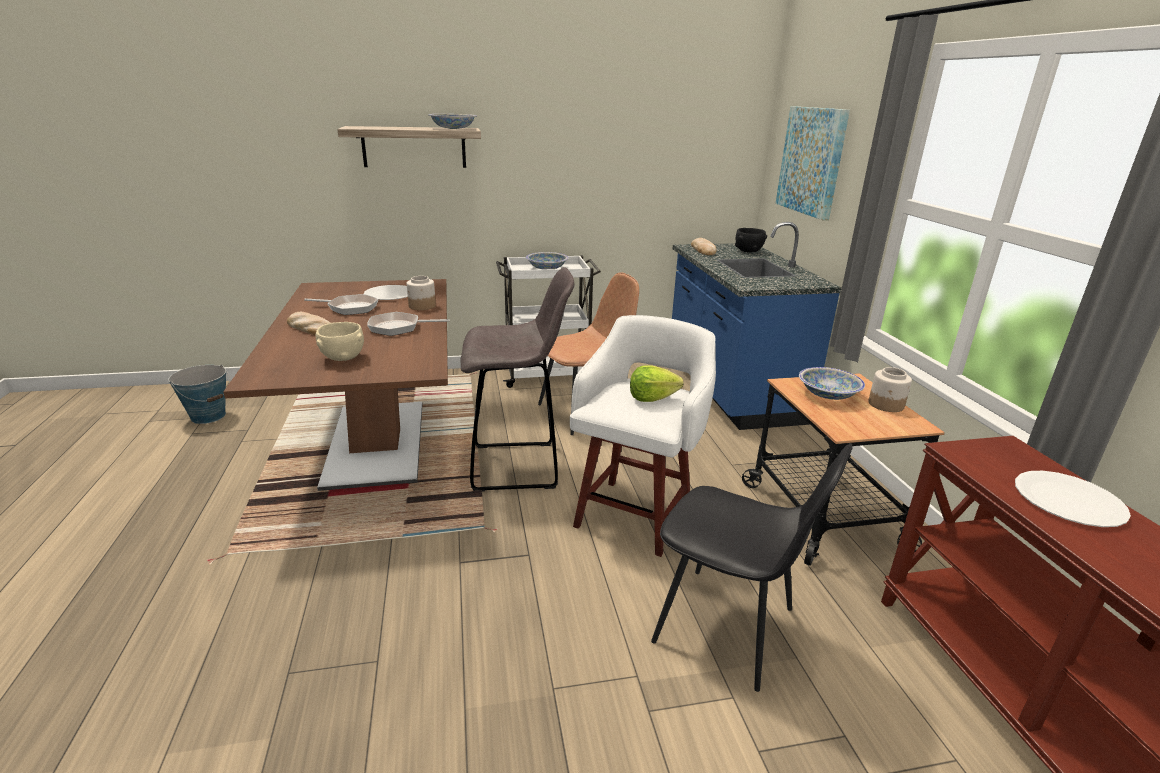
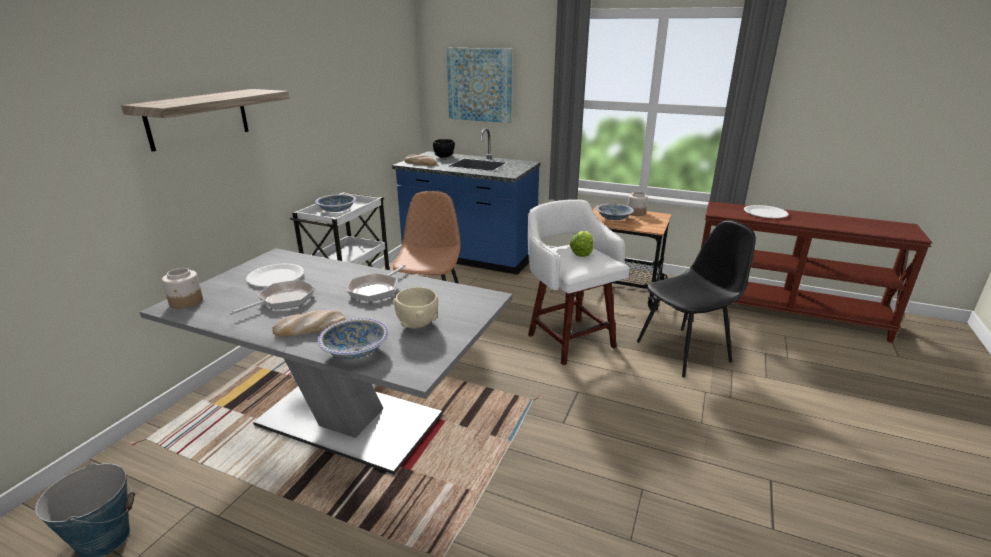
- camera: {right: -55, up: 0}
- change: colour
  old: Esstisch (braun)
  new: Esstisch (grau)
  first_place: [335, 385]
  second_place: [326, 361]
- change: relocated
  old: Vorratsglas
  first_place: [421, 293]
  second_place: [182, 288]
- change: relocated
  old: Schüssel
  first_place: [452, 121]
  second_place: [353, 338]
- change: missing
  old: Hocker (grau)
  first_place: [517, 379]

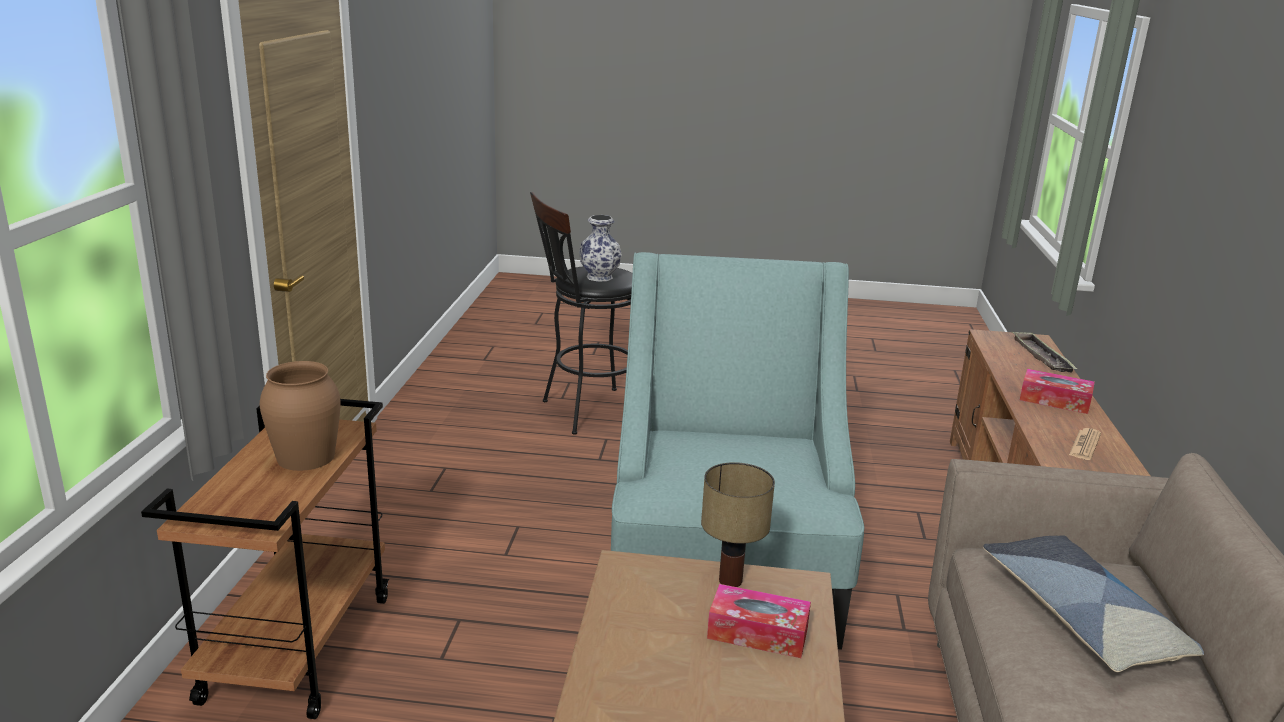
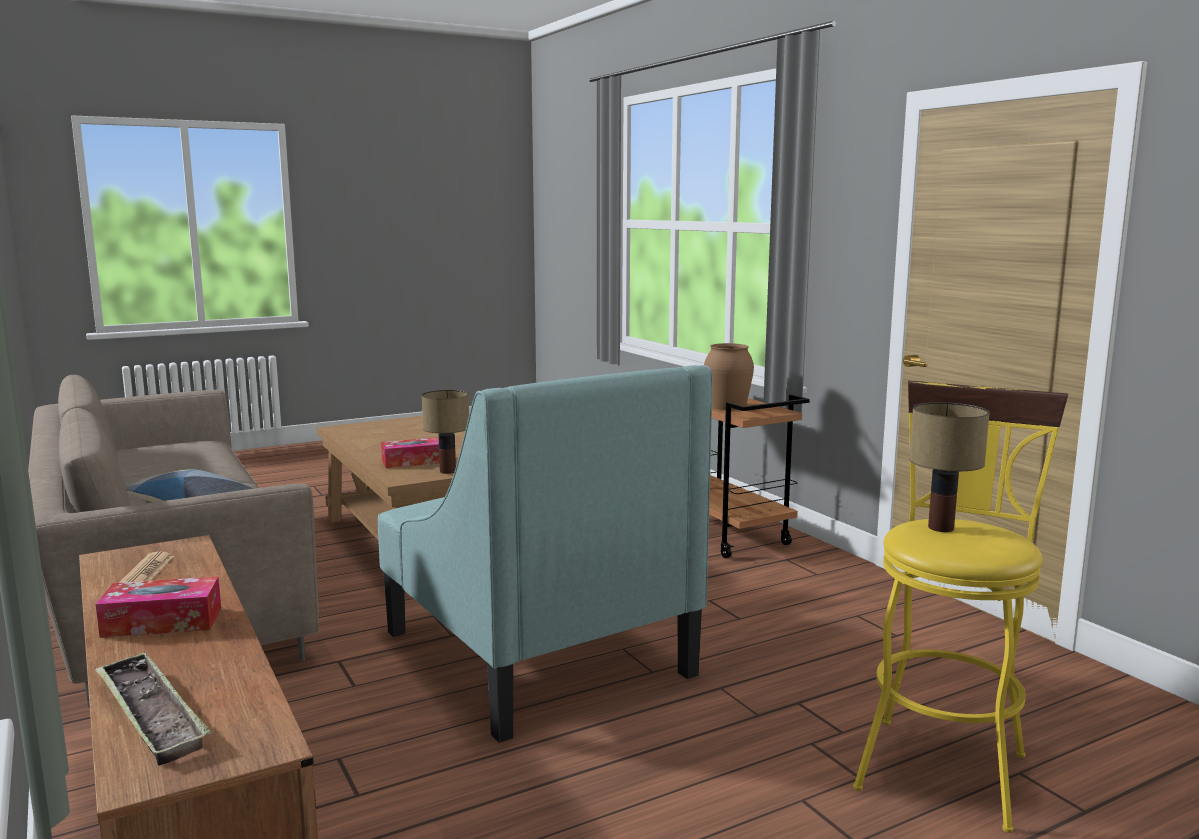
- camera: {right: 145, up: -10}
- change: colour
  old: Hocker (schwarz)
  new: Hocker (gelb)
  first_place: [581, 313]
  second_place: [960, 607]
- change: exchanged
  old: Vase
  new: Tischlampe
  first_place: [600, 248]
  second_place: [949, 467]

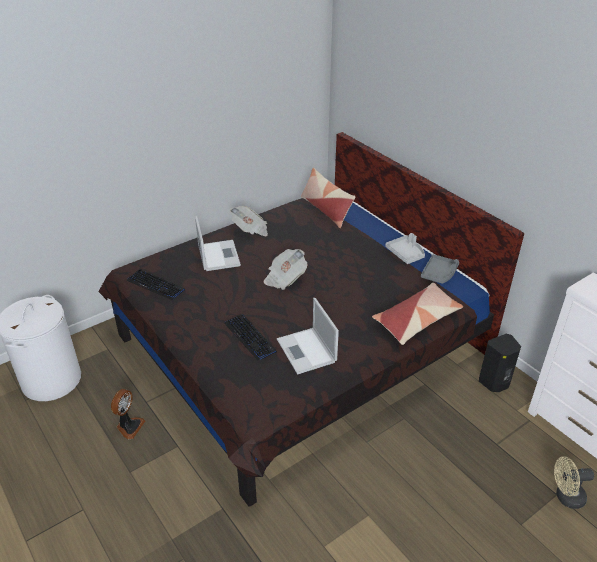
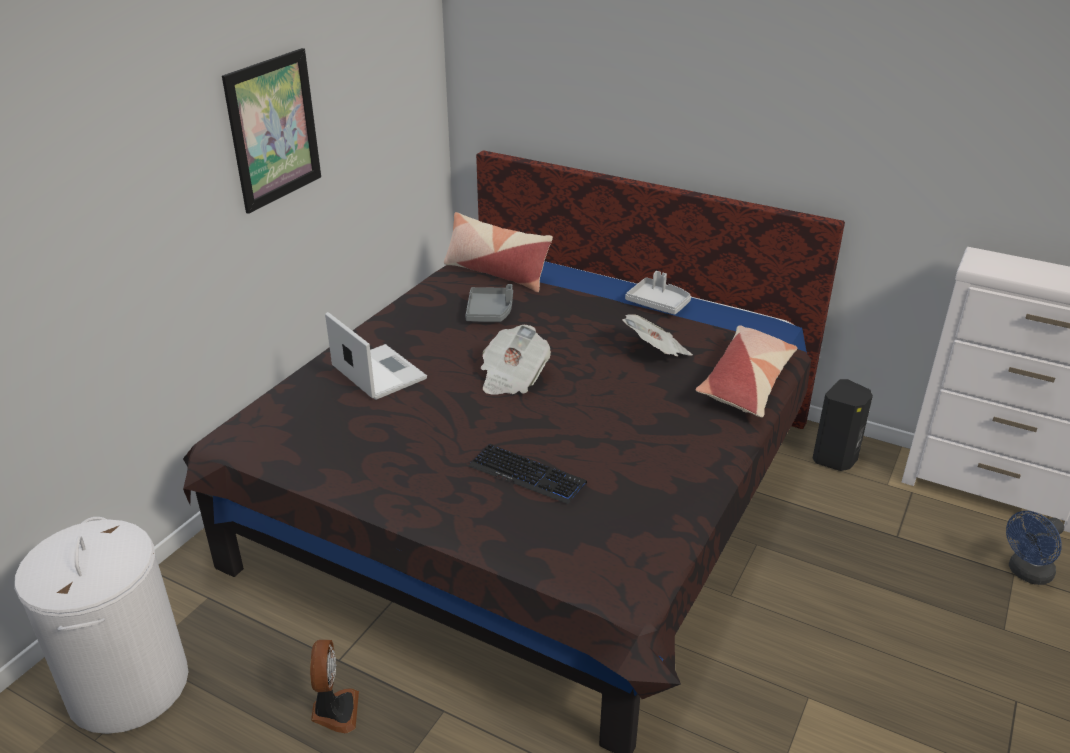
- camera: {right: -25, up: -5}
- change: appeared
  new: Bild
  second_place: [271, 131]
- change: relocated
  old: Tablett (grau)
  first_place: [440, 269]
  second_place: [489, 303]
- change: relocated
  old: Zeitung
  first_place: [249, 221]
  second_place: [657, 335]
- change: colour
  old: Ventilator (beige)
  new: Ventilator (blau)
  first_place: [574, 482]
  second_place: [1035, 548]
- change: missing
  old: Tastatur
  first_place: [155, 284]
- change: missing
  old: Laptop
  first_place: [308, 336]

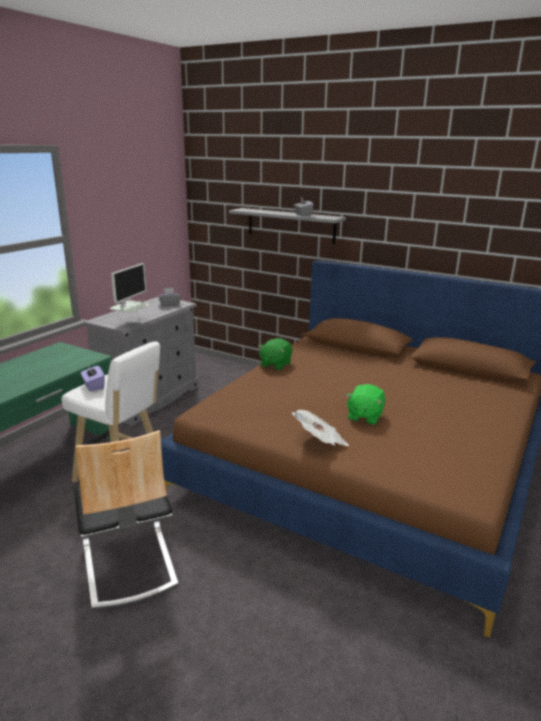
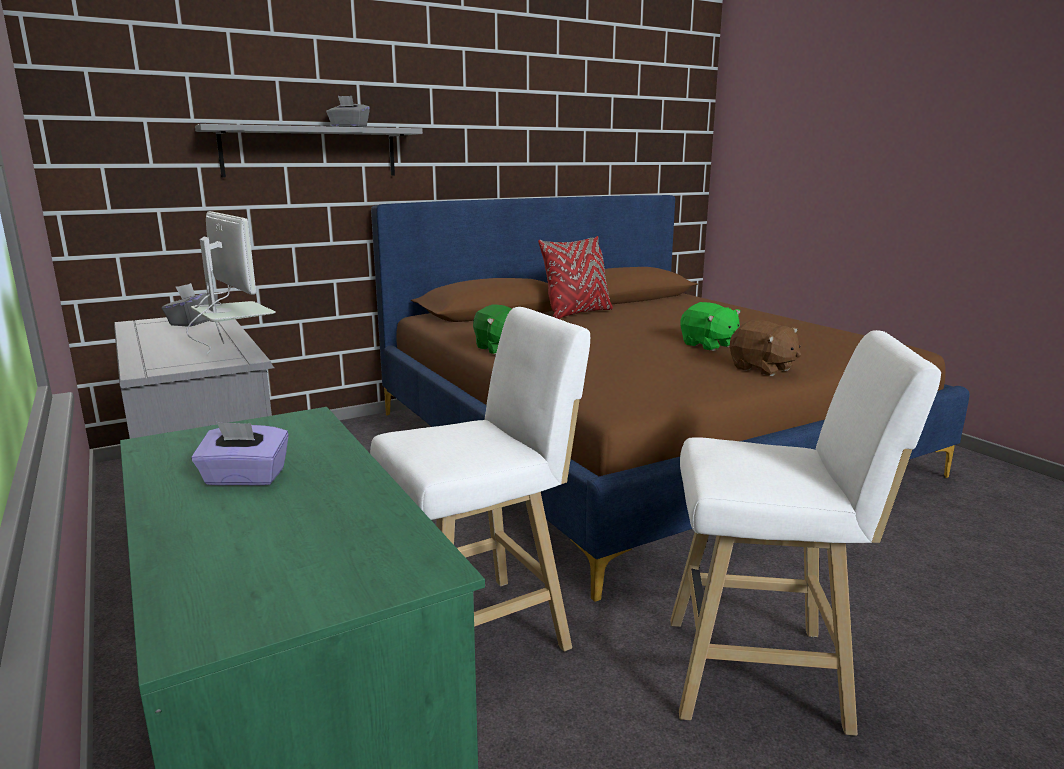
- camera: {right: -60, up: -5}
- change: relocated
  old: Taschentuchbox (lila)
  first_place: [93, 377]
  second_place: [240, 453]
- change: appeared
  new: Kissen (rot)
  second_place: [575, 277]
- change: exchanged
  old: Stuhl
  new: Hocker (weiß)
  first_place: [126, 520]
  second_place: [805, 533]
- change: exchanged
  old: Zeitung
  new: Plüschtier (braun)
  first_place: [320, 428]
  second_place: [765, 348]

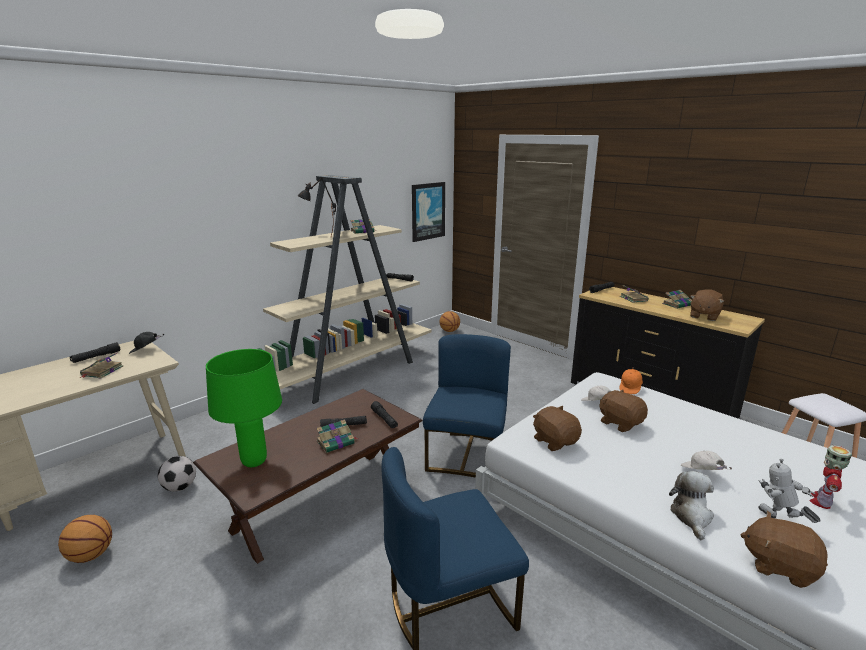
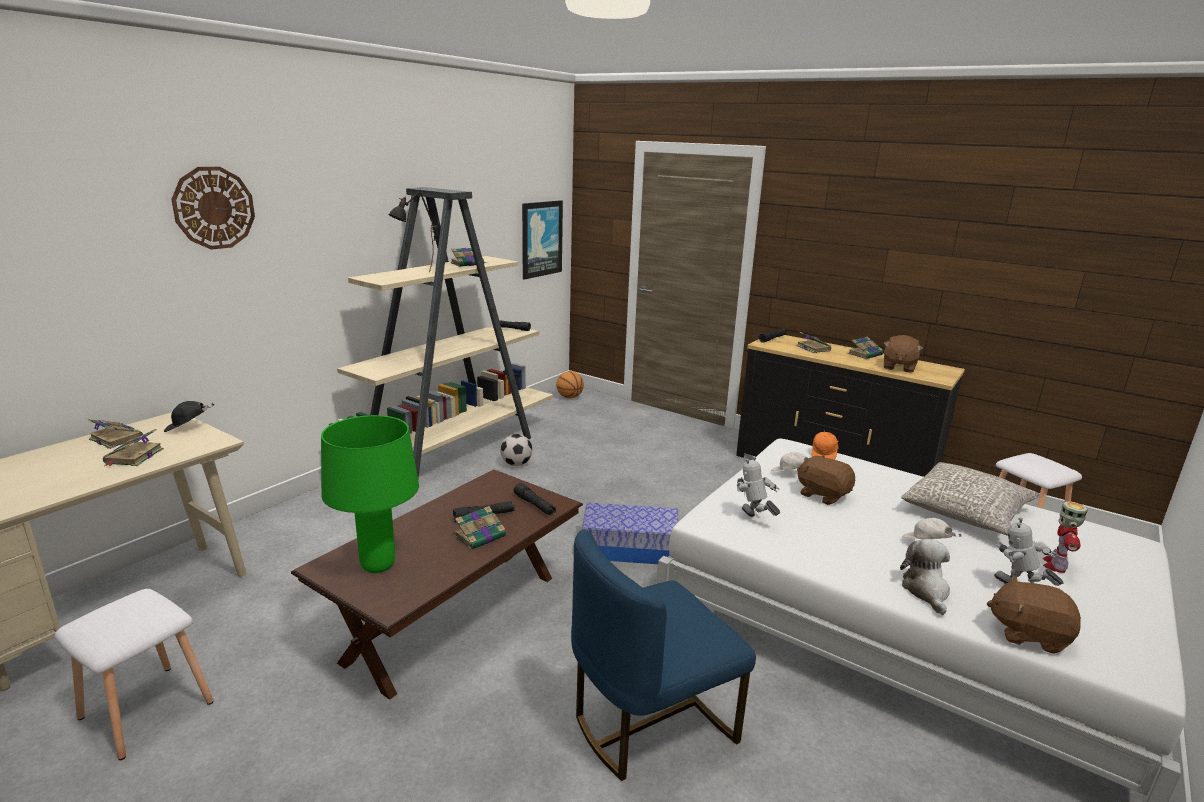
- camera: {right: -10, up: 0}
- change: exchanged
  old: Basketball
  new: Hocker (weiß)
  first_place: [85, 539]
  second_place: [134, 674]
- change: exchanged
  old: Taschenlampe (schwarz)
  new: Buch
  first_place: [95, 352]
  second_place: [115, 434]
- change: appeared
  new: Wanduhr
  second_place: [213, 208]
- change: relocated
  old: Fußball
  first_place: [177, 473]
  second_place: [516, 450]
- change: exchanged
  old: Stuhl (blau)
  new: Aufbewahrungsbox
  first_place: [467, 406]
  second_place: [630, 533]
- change: exchanged
  old: Plüschtier (braun)
  new: Spielzeugroboter
  first_place: [557, 428]
  second_place: [758, 486]
- change: appeared
  new: Kissen (grau)
  second_place: [970, 499]

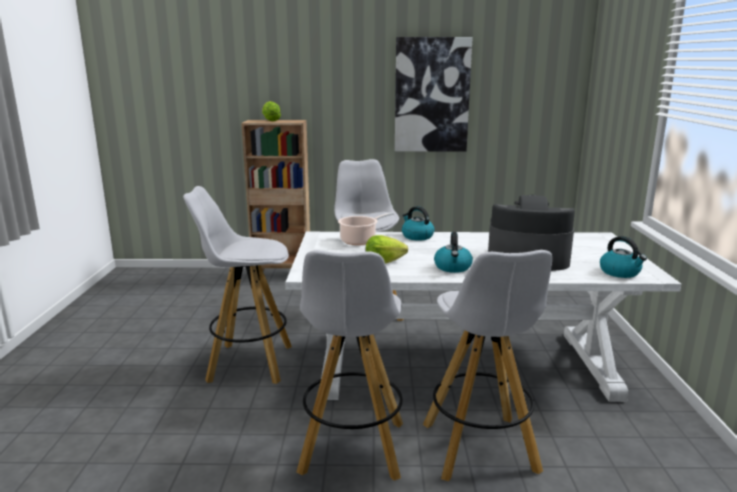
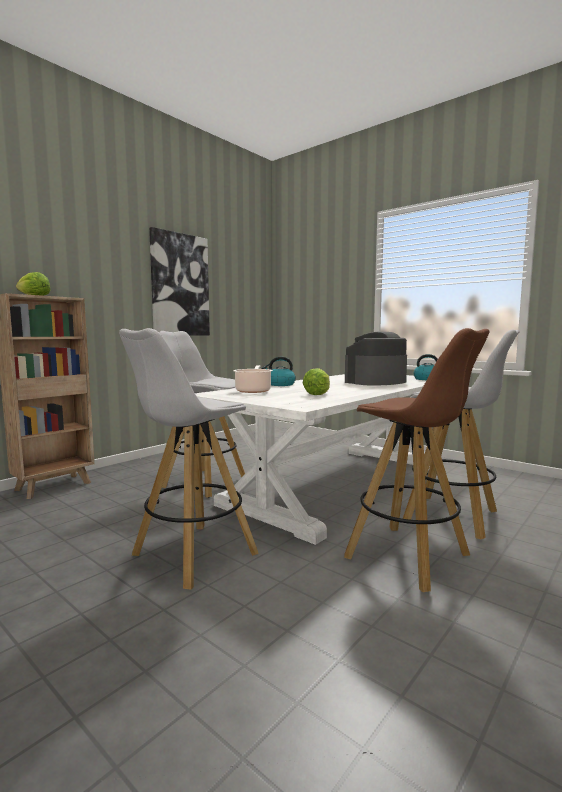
- camera: {right: -50, up: -10}
- change: colour
  old: Hocker (weiß)
  new: Hocker (braun)
  first_place: [349, 365]
  second_place: [417, 460]
- change: missing
  old: Wasserkessel
  first_place: [453, 252]

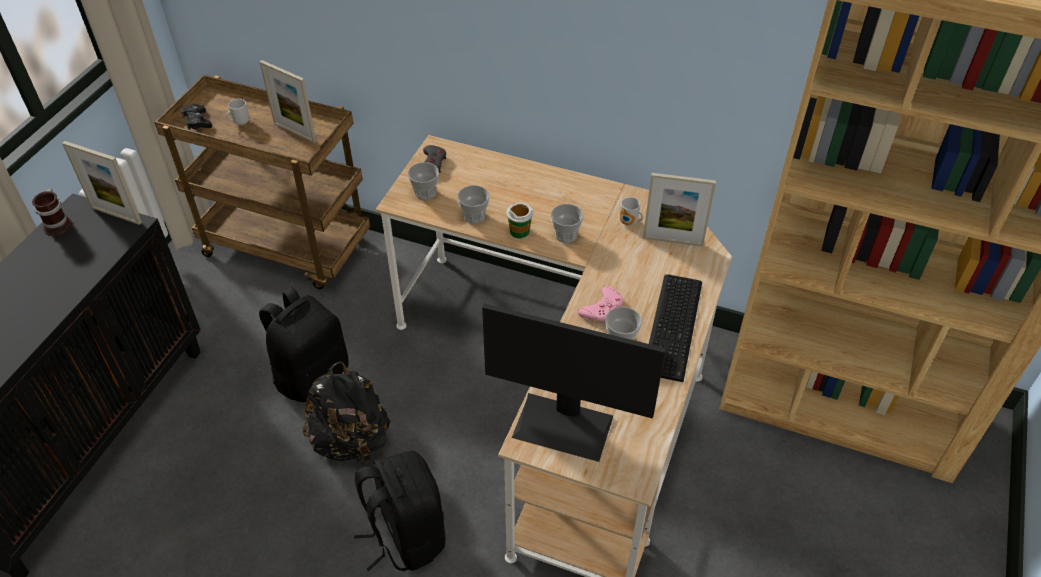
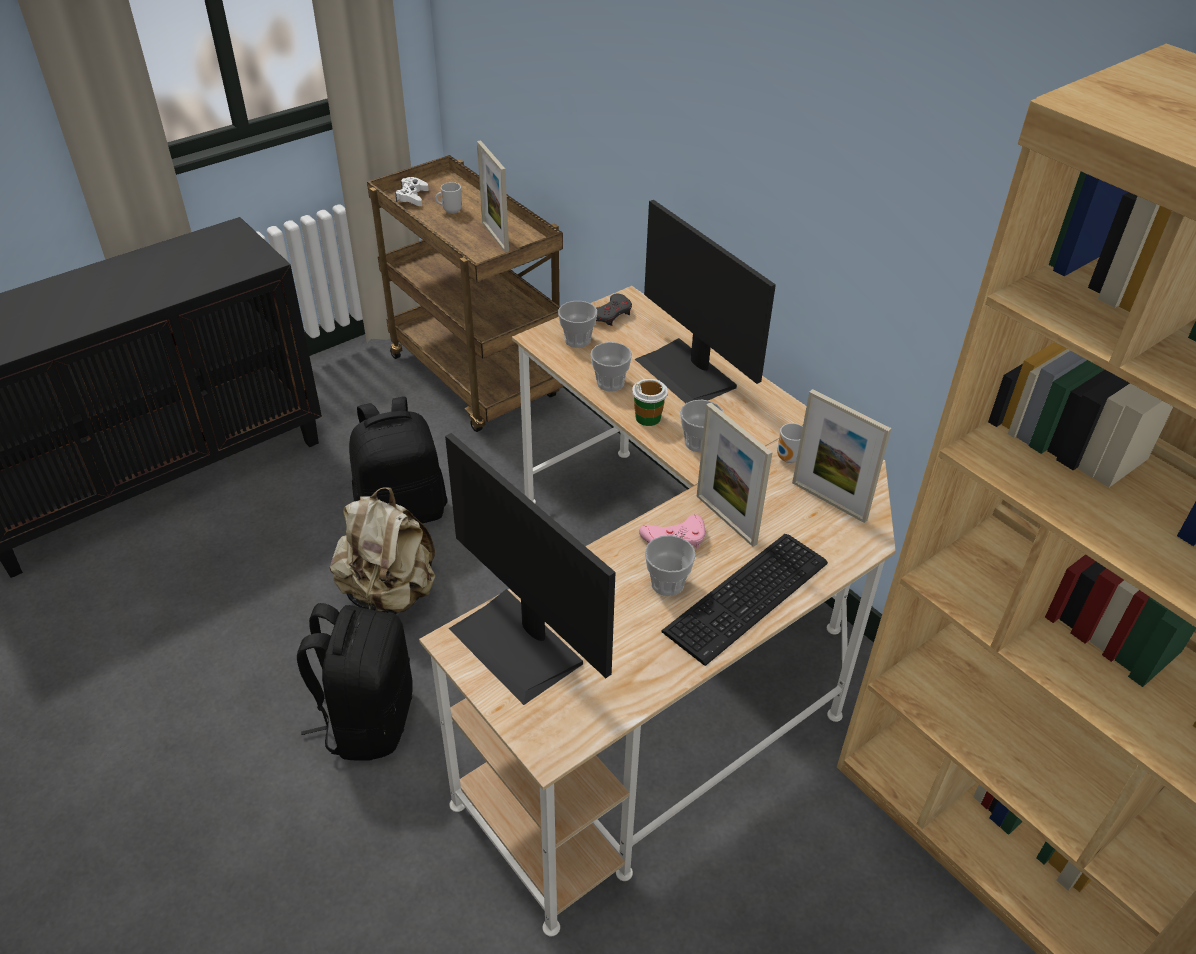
- camera: {right: 30, up: -5}
- change: colour
  old: Rucksack (schwarz)
  new: Rucksack (beige)
  first_place: [346, 413]
  second_place: [382, 551]
- change: colour
  old: Gamepad (schwarz)
  new: Gamepad (weiß)
  first_place: [196, 117]
  second_place: [412, 191]
- change: appeared
  new: Monitor
  second_place: [705, 301]
- change: relocated
  old: Bilderrahmen
  first_place: [102, 183]
  second_place: [735, 475]
- change: missing
  old: Henkelbecher
  first_place: [52, 212]

